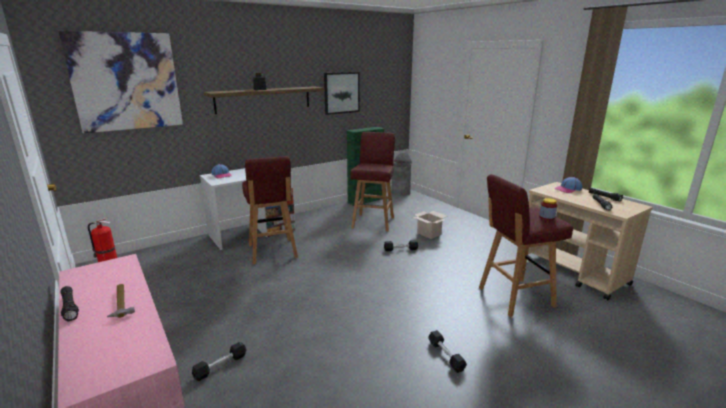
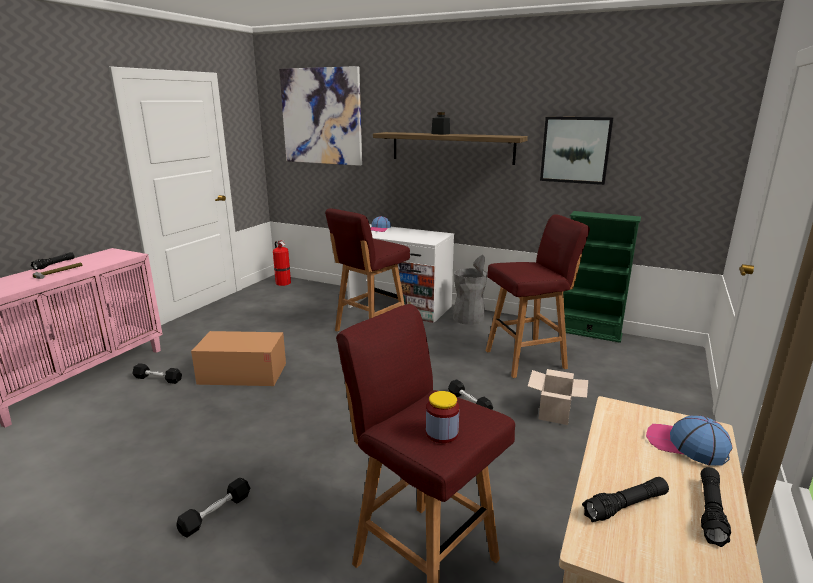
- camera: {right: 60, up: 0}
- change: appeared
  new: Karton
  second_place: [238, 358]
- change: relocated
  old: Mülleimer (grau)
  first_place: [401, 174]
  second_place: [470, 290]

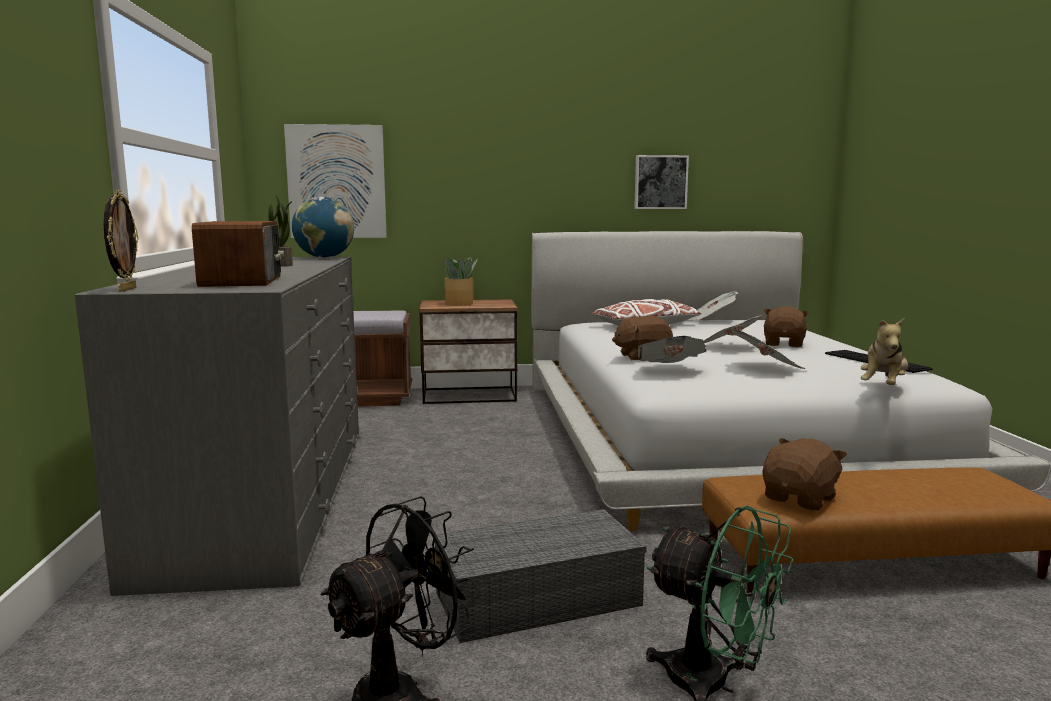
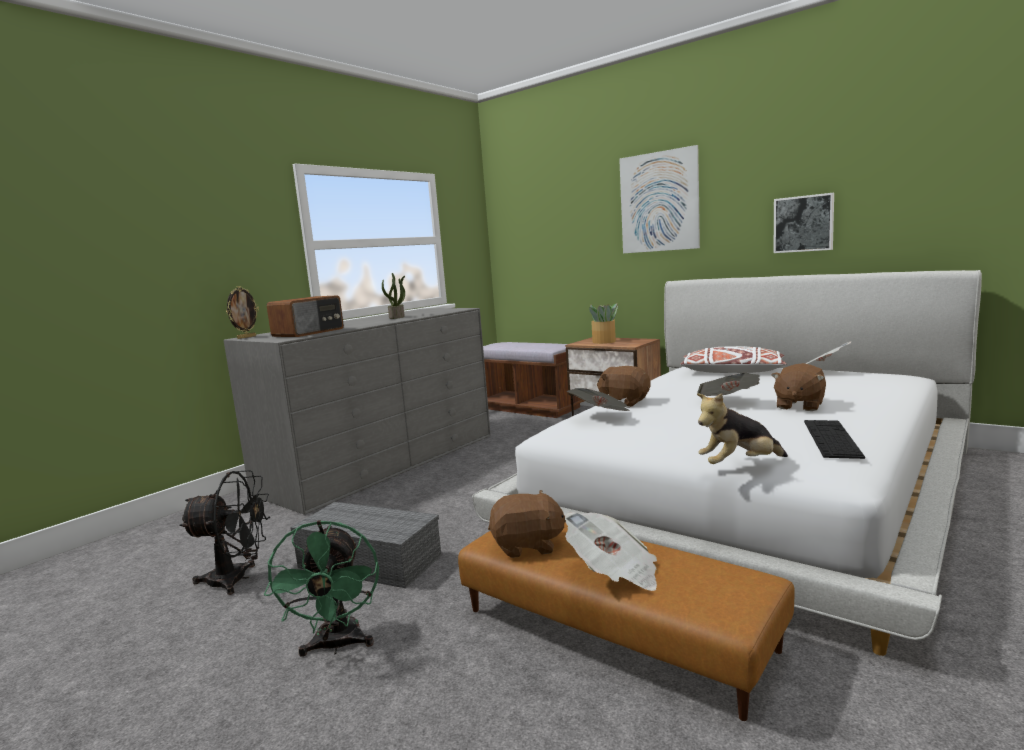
- camera: {right: 45, up: 0}
- change: relocated
  old: Zeitung
  first_place: [769, 349]
  second_place: [611, 551]
- change: relocated
  old: Bild
  first_place: [335, 181]
  second_place: [659, 199]
- change: spun
  old: Plüschtier (braun)
  first_place: [786, 326]
  second_place: [798, 387]
  degrees: 150
- change: missing
  old: Globus
  first_place: [323, 227]

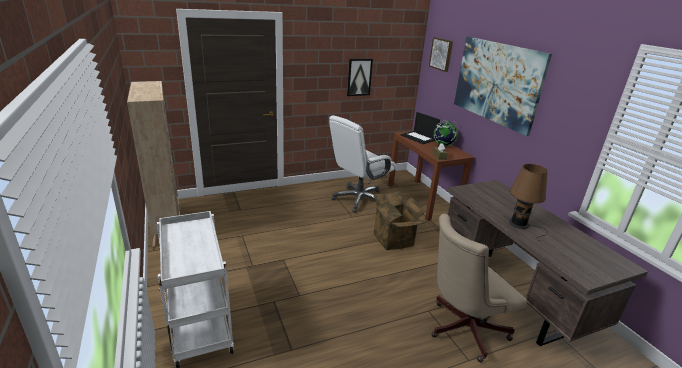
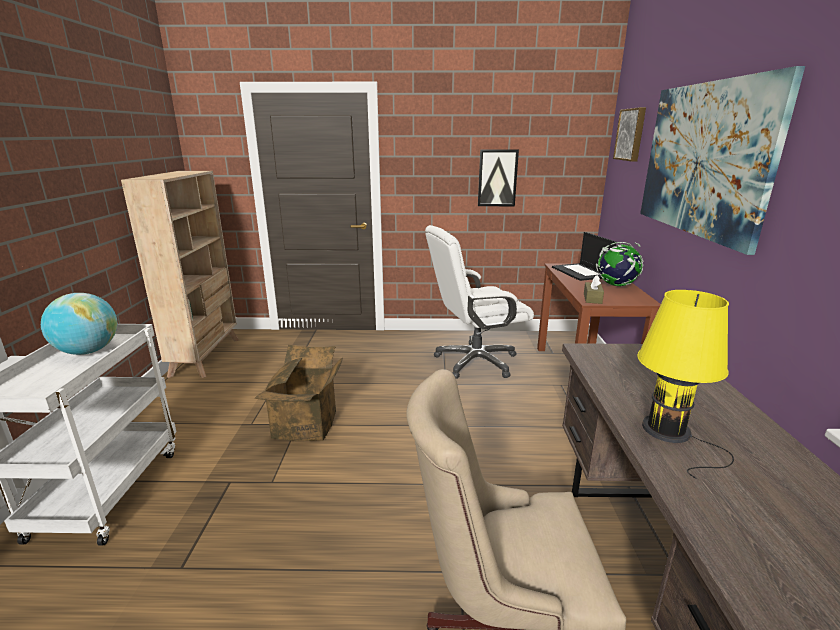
- camera: {right: 25, up: -5}
- change: appeared
  new: Globus
  second_place: [79, 324]
- change: relocated
  old: Karton
  first_place: [399, 220]
  second_place: [299, 393]
- change: colour
  old: Tischlampe (braun)
  new: Tischlampe (gelb)
  first_place: [528, 202]
  second_place: [685, 384]

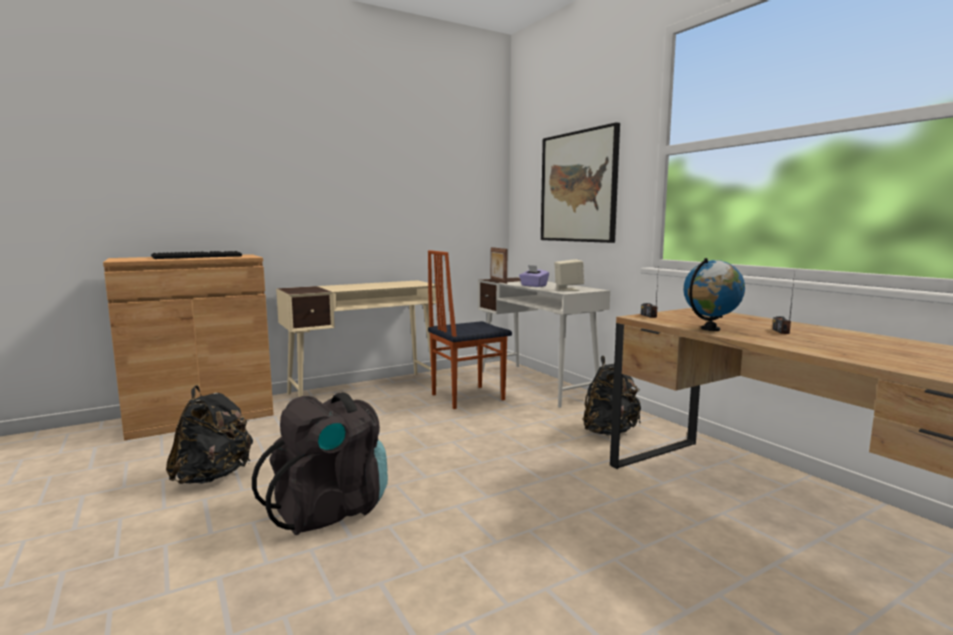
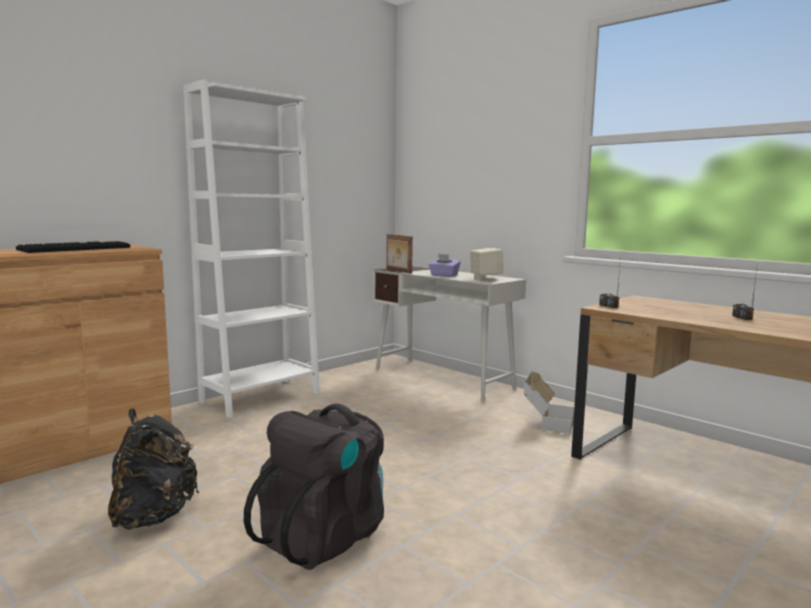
- camera: {right: -15, up: 0}
- change: exchanged
  old: Schreibtisch (beige)
  new: Bücherregal (weiß)
  first_place: [357, 338]
  second_place: [251, 249]
- change: exchanged
  old: Rucksack (schwarz)
  new: Karton
  first_place: [612, 395]
  second_place: [549, 402]
- change: missing
  old: Stuhl
  first_place: [470, 329]
- change: missing
  old: Bild
  first_place: [580, 182]
- change: missing
  old: Globus
  first_place: [714, 294]

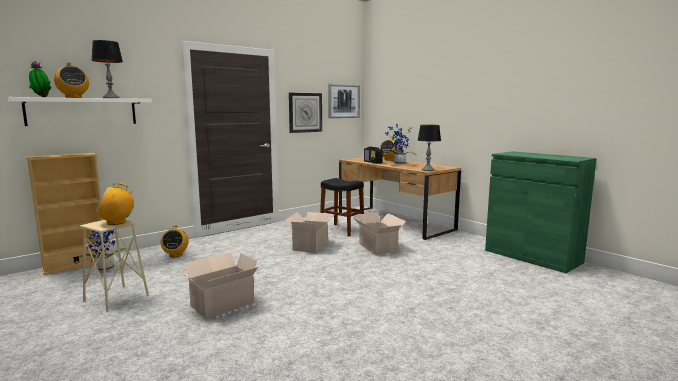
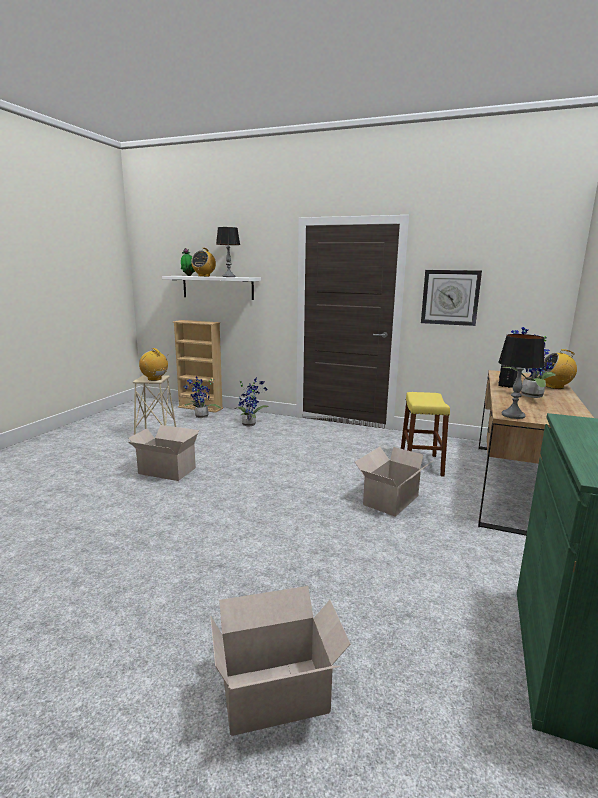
- camera: {right: 60, up: 5}
- change: relocated
  old: Karton
  first_place: [308, 232]
  second_place: [280, 661]
- change: exchanged
  old: Radio
  new: Topfpflanze
  first_place: [175, 241]
  second_place: [252, 402]
- change: colour
  old: Hocker (schwarz)
  new: Hocker (gelb)
  first_place: [342, 207]
  second_place: [425, 434]
- change: missing
  old: Bild
  first_place: [344, 101]

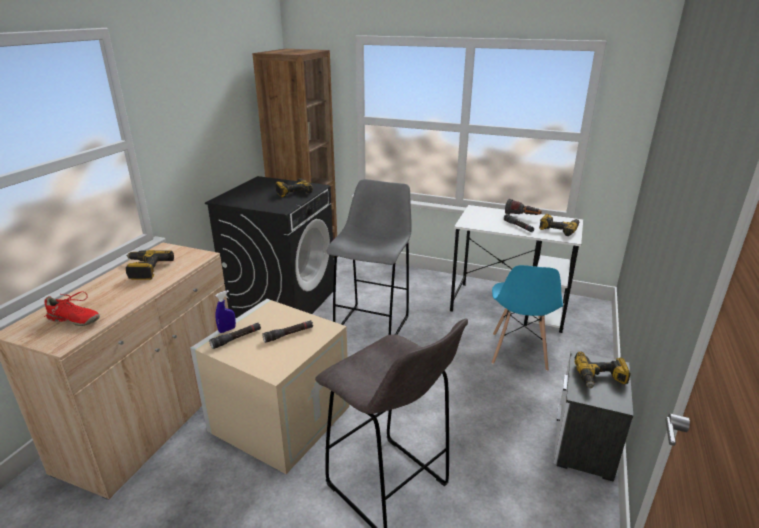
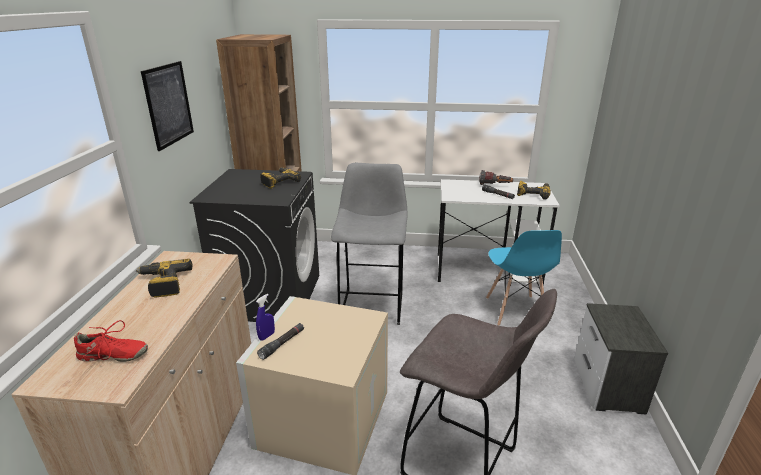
- camera: {right: -15, up: 0}
- change: appeared
  new: Bild
  second_place: [167, 106]
- change: missing
  old: Taschenlampe (schwarz)
  first_place: [287, 331]
- change: missing
  old: Bohrmaschine
  first_place: [602, 369]

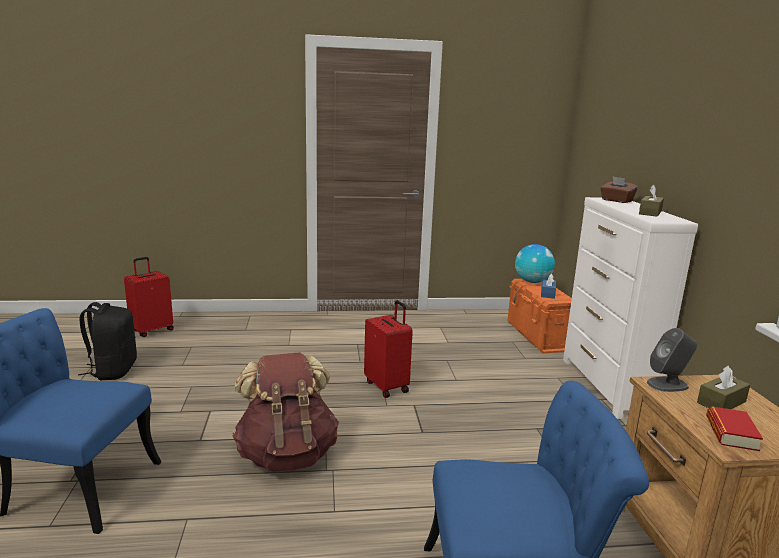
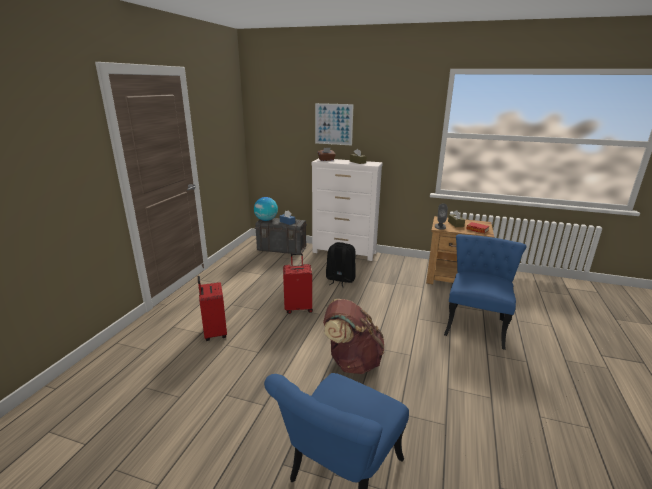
- camera: {right: -65, up: 5}
- change: relocated
  old: Koffer (rot)
  first_place: [149, 297]
  second_place: [212, 308]
- change: colour
  old: Aufbewahrungsbox (orange)
  new: Aufbewahrungsbox (grau)
  first_place: [540, 316]
  second_place: [281, 236]
- change: appeared
  new: Bild
  second_place: [334, 124]
- change: relocated
  old: Rucksack (schwarz)
  first_place: [107, 341]
  second_place: [341, 264]

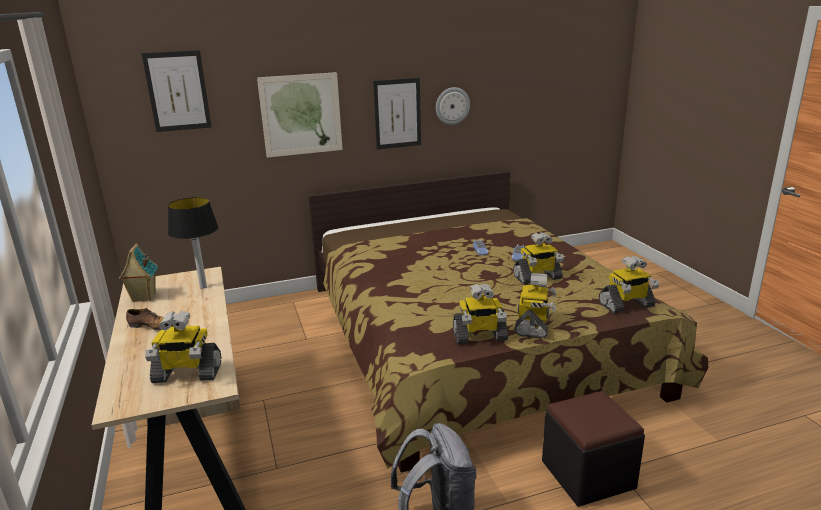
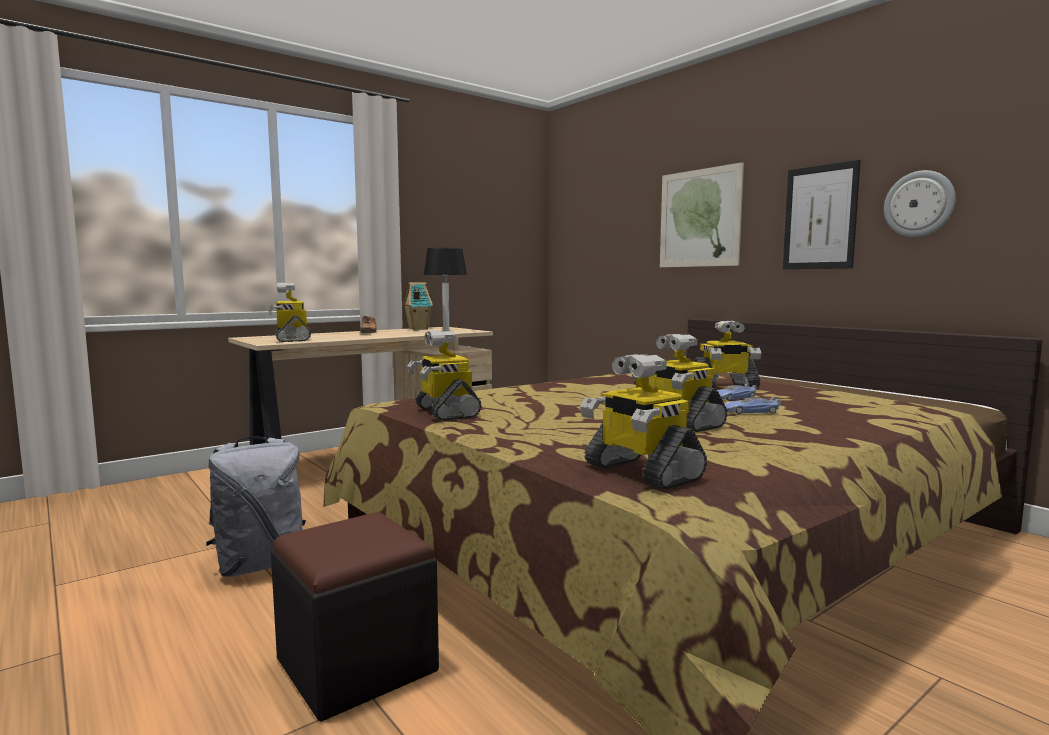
- camera: {right: 70, up: -15}
- change: relocated
  old: Spielzeugroboter
  first_place: [535, 305]
  second_place: [727, 354]
- change: missing
  old: Bild
  first_place: [176, 91]

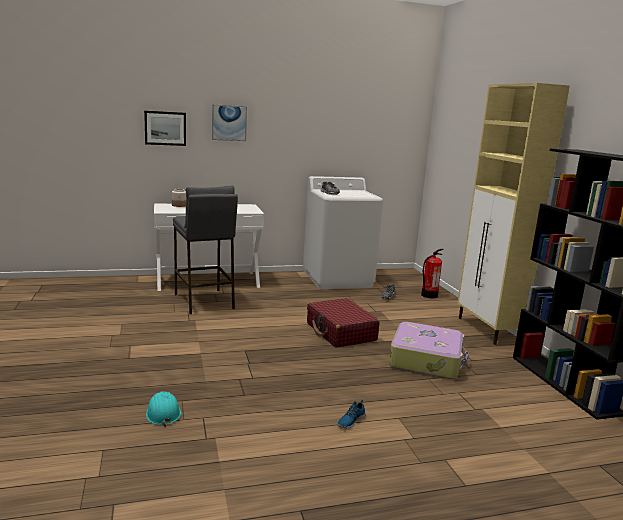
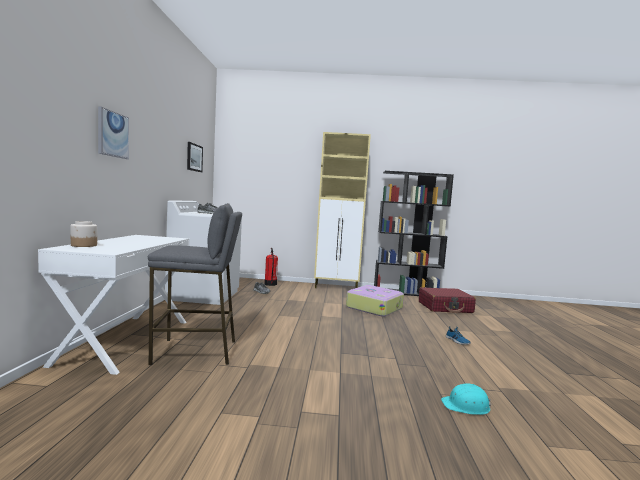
- camera: {right: -70, up: -10}
- change: relocated
  old: Bild
  first_place: [165, 128]
  second_place: [195, 157]
- change: relocated
  old: Koffer (rot)
  first_place: [343, 323]
  second_place: [447, 300]

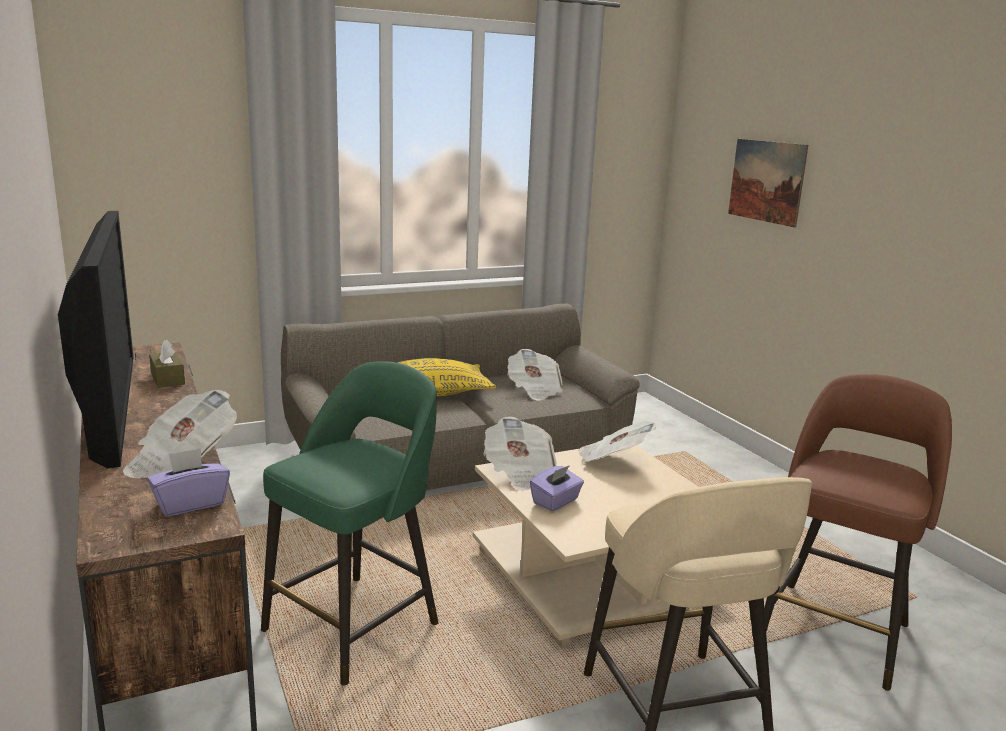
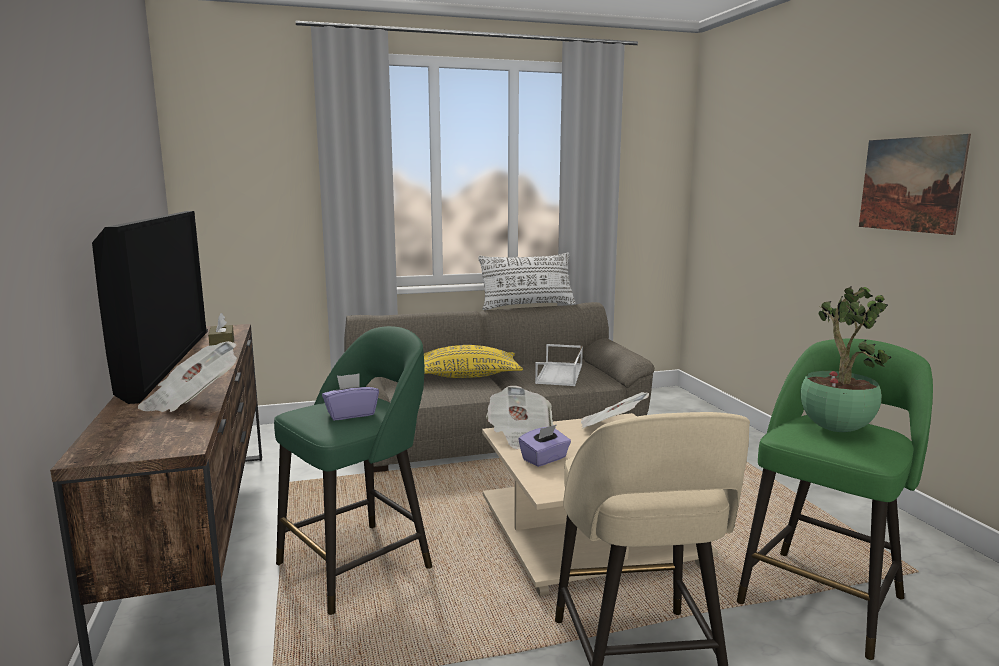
- camera: {right: 10, up: -5}
- change: relocated
  old: Taschentuchbox (lila)
  first_place: [188, 482]
  second_place: [350, 396]
- change: appeared
  new: Kissen (weiß)
  second_place: [527, 281]
- change: exchanged
  old: Zeitung
  new: Tablett (weiß)
  first_place: [535, 375]
  second_place: [559, 365]
- change: colour
  old: Hocker (braun)
  new: Hocker (grün)
  first_place: [858, 532]
  second_place: [835, 499]
- change: appeared
  new: Topfpflanze
  second_place: [845, 359]
- change: relocated
  old: Bild
  first_place: [768, 183]
  second_place: [915, 184]

